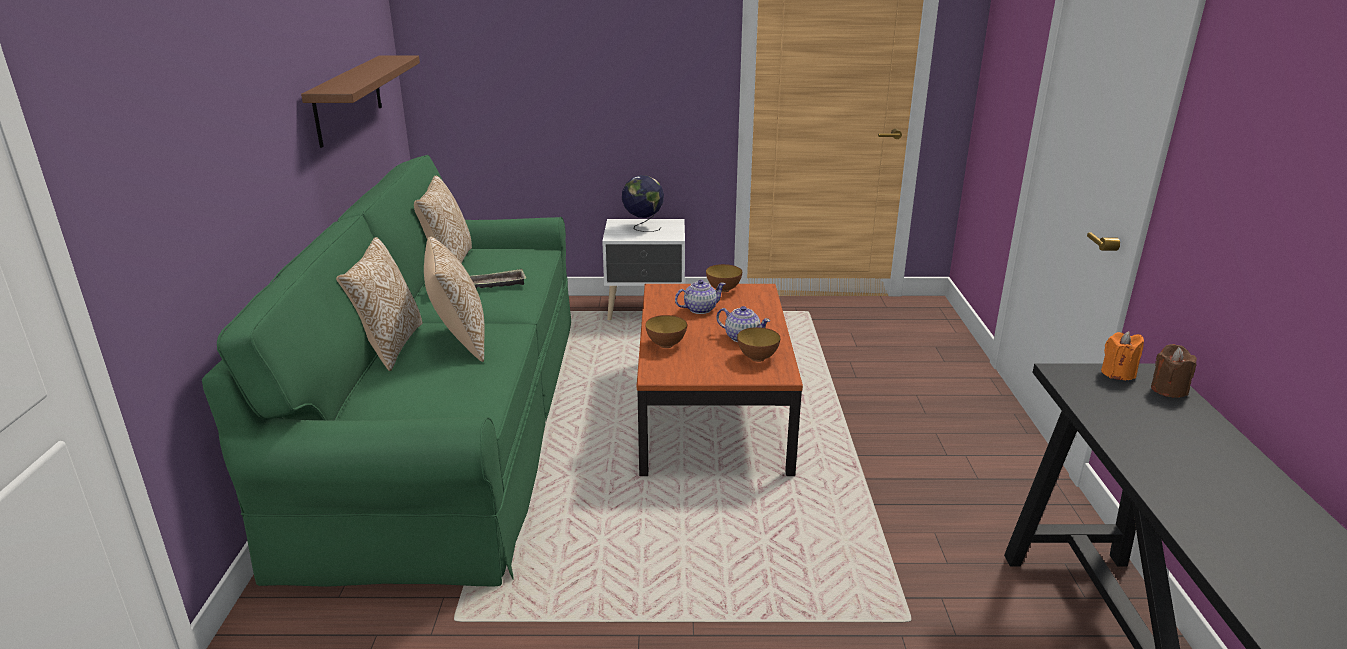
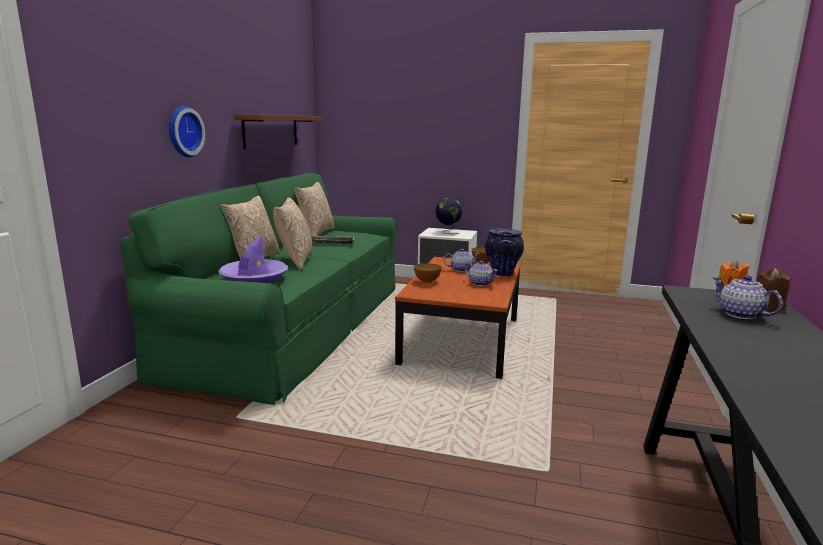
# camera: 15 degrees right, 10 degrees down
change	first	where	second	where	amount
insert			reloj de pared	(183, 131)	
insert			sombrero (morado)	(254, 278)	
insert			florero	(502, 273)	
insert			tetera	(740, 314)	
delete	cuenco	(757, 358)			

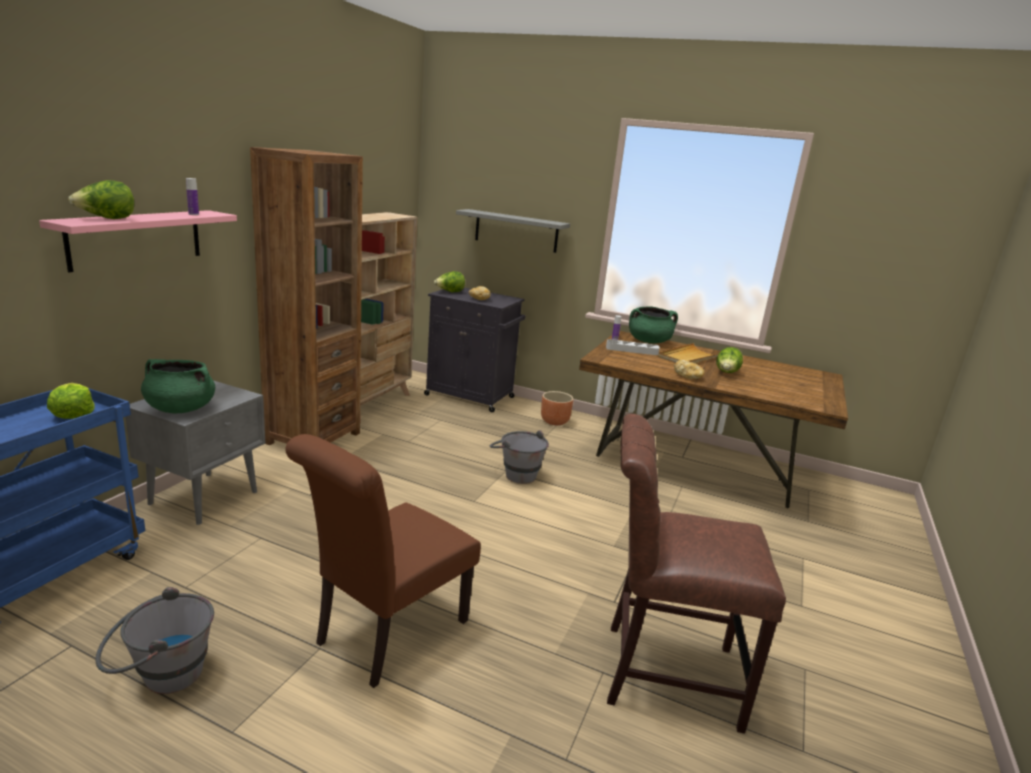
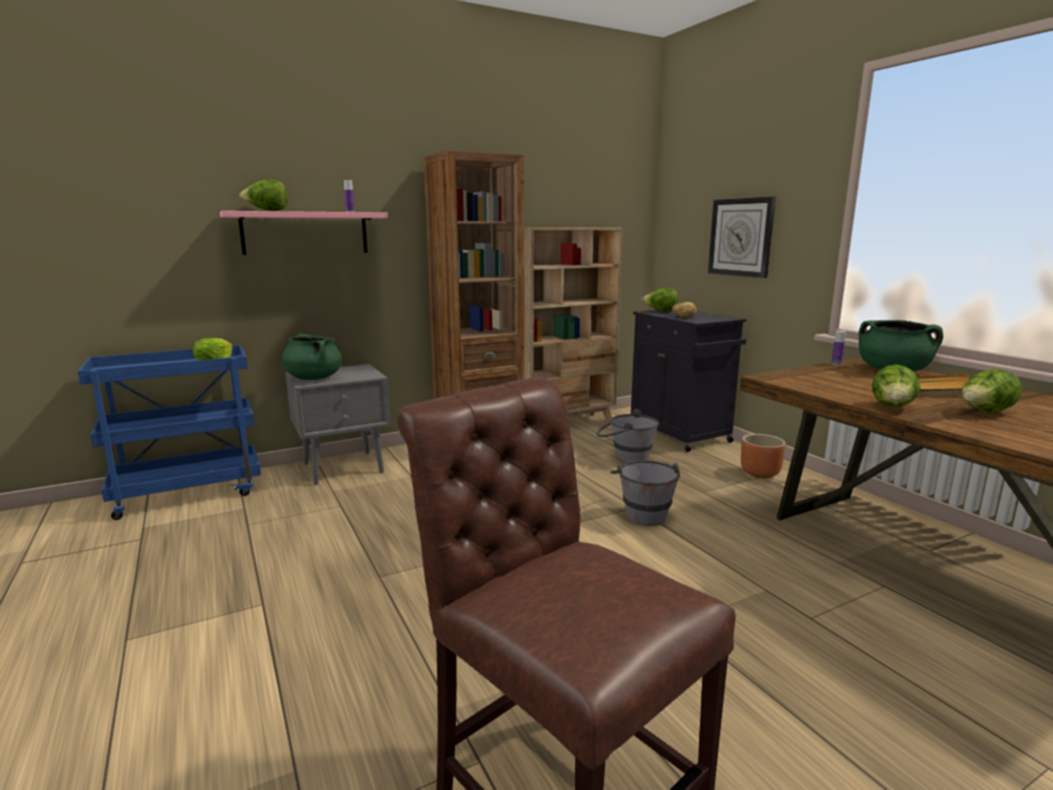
# camera: 40 degrees right, 5 degrees down
change	first	where	second	where	amount
move	cubo (gris)	(160, 676)		(625, 458)	
replace	estante (gris)	(516, 231)	reloj de pared	(741, 237)	
replace	pan	(688, 377)	lechuga	(892, 407)	
delete	silla (marrón)	(385, 635)			
delete	bandeja (gris)	(632, 350)			

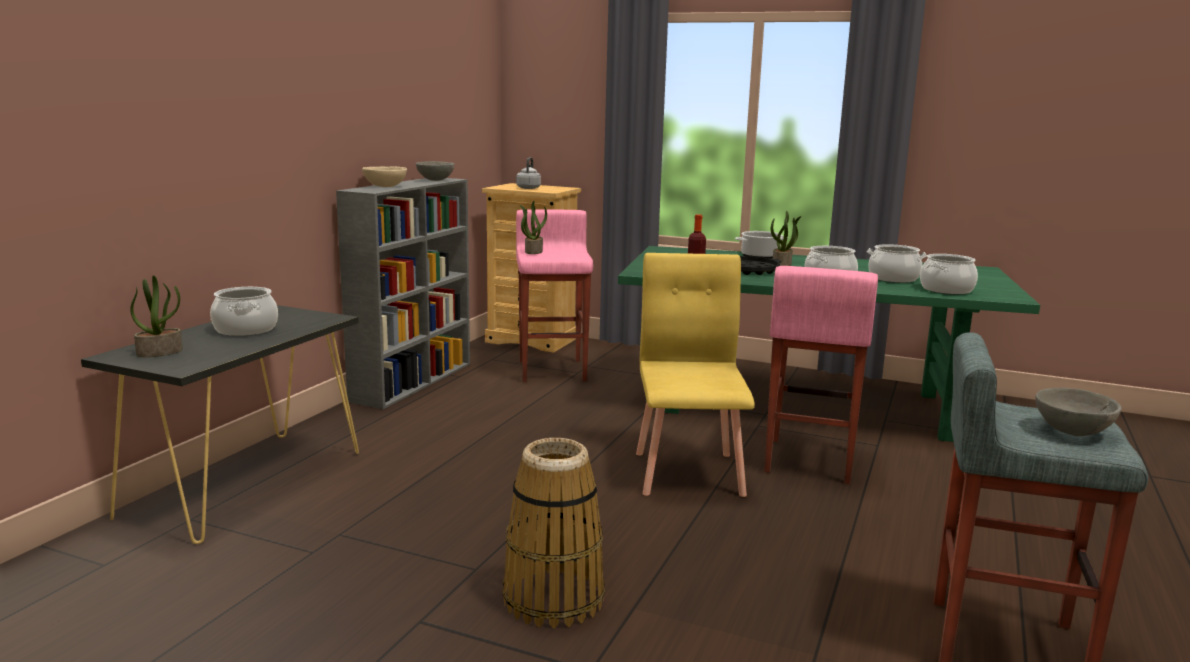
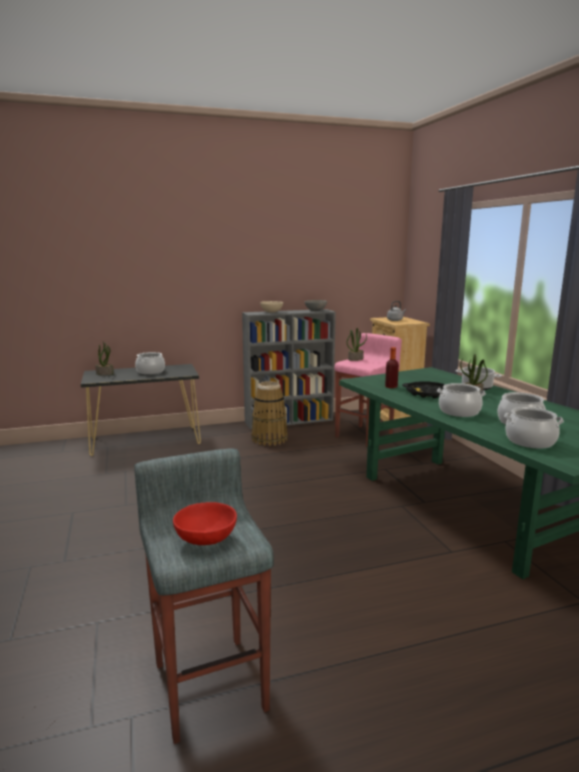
# camera: 50 degrees right, 0 degrees up
change	first	where	second	where	amount
recolor	cuenco (gris)	(1073, 431)	cuenco (rojo)	(207, 539)	
move	cesta	(553, 598)		(269, 439)	
delete	silla (amarillo)	(689, 473)			
delete	taburete (rosa)	(807, 461)			

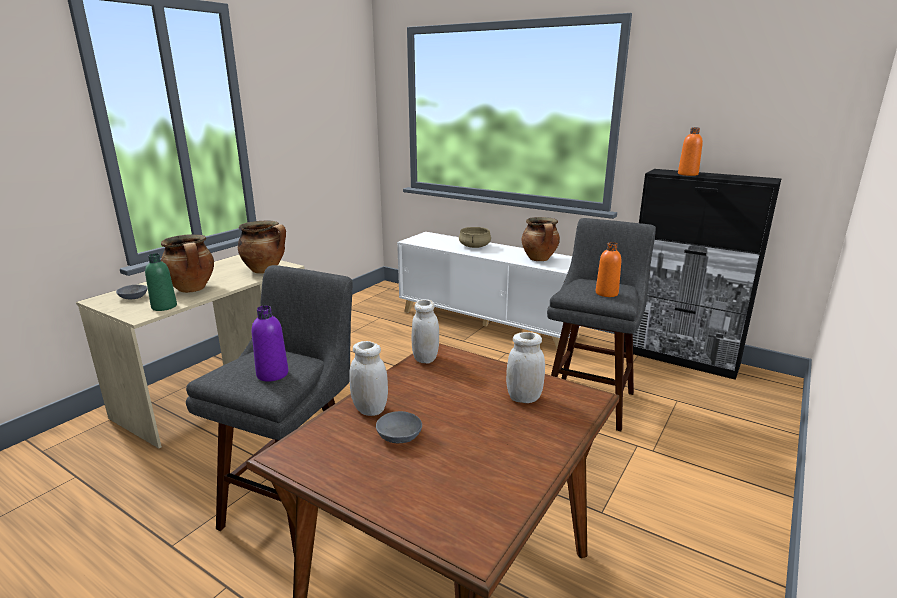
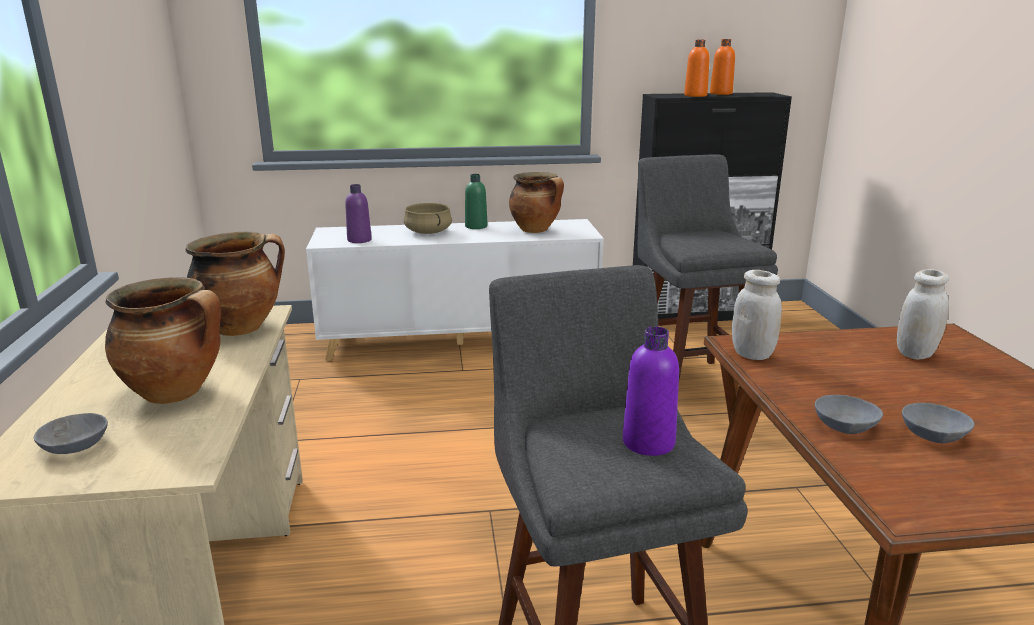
# camera: 40 degrees left, 0 degrees up
change	first	where	second	where	amount
insert			botella (morado)	(359, 240)	
move	botella (verde)	(164, 307)		(476, 226)	
move	botella (naranja)	(606, 293)		(721, 93)	
replace	tarro (blanco)	(370, 409)	cuenco (gris)	(845, 425)	

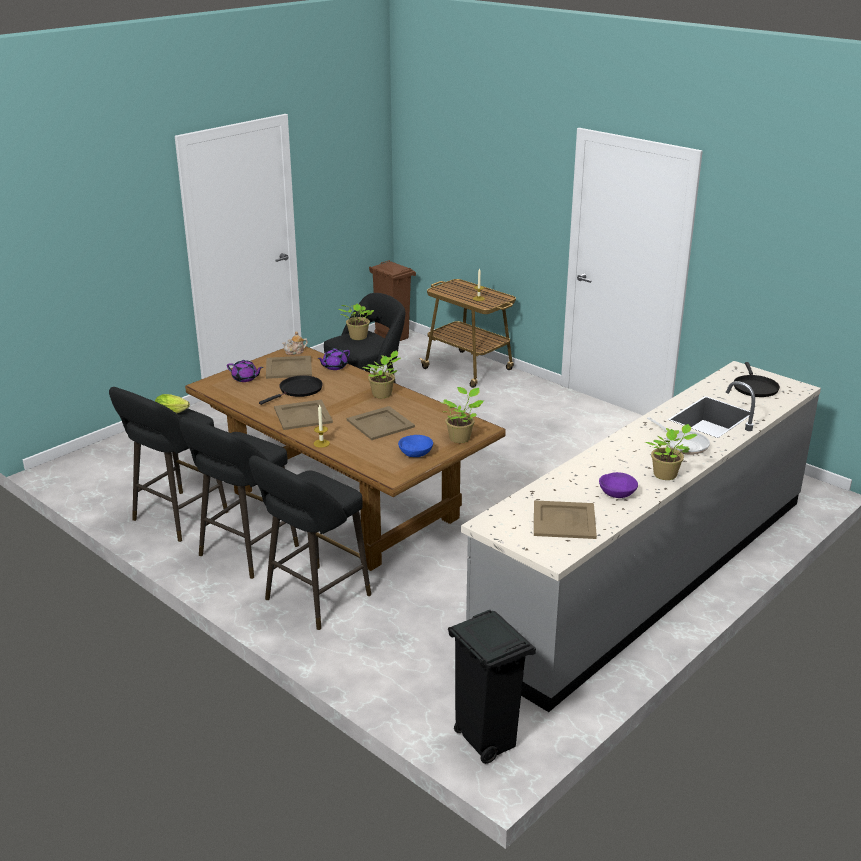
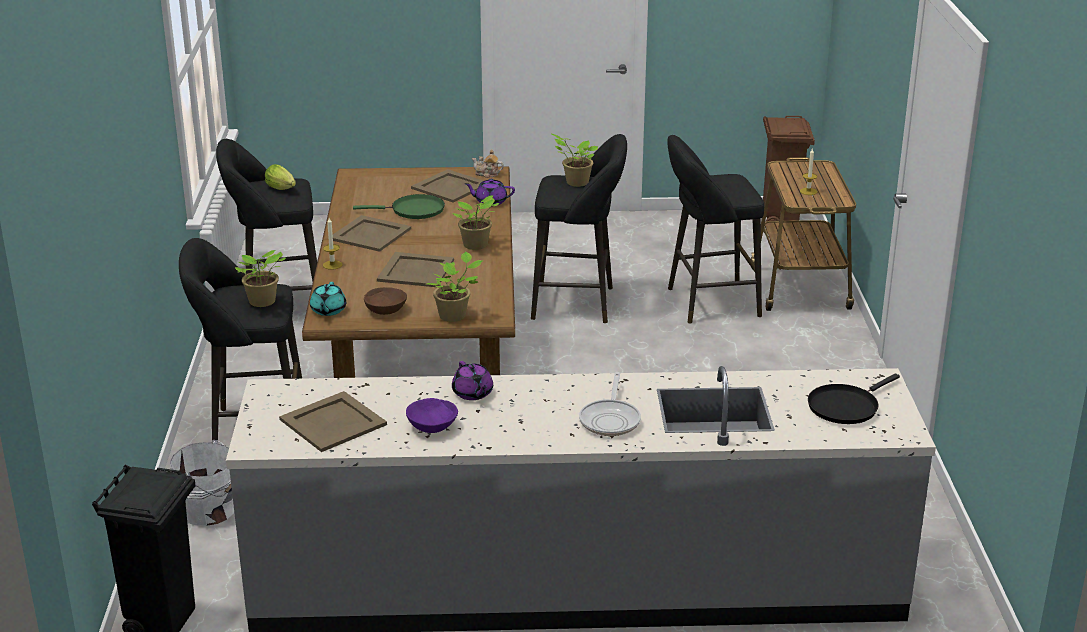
# camera: 45 degrees right, 0 degrees up
change	first	where	second	where	amount
insert			cubo (blanco)	(210, 510)	
move	planta en maceta	(667, 475)		(262, 302)	
insert			tetera (turquesa)	(328, 310)	
recolor	sartén (negro)	(298, 390)	sartén (verde)	(414, 210)	
recolor	cuenco (azul)	(416, 454)	cuenco (marrón)	(385, 311)	
move	tetera (morado)	(245, 378)		(473, 393)	
move	taburete (negro)	(244, 553)		(707, 303)	

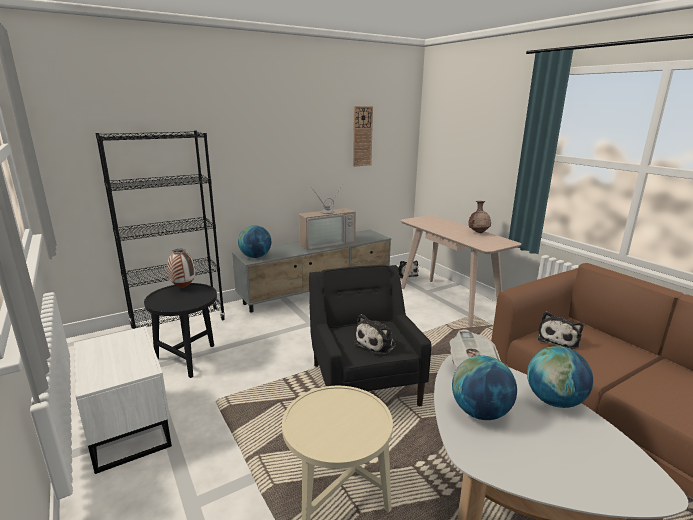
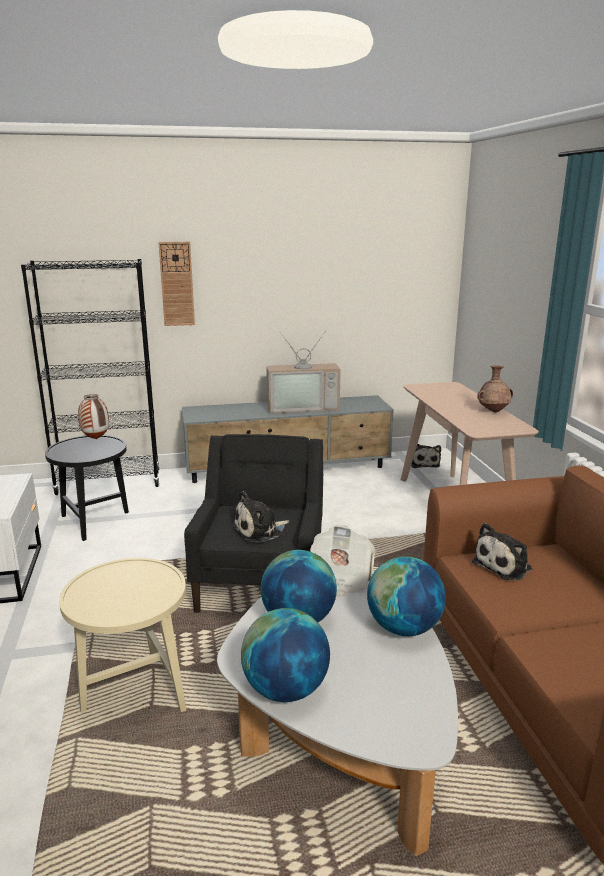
# camera: 20 degrees right, 0 degrees up
change	first	where	second	where	amount
move	reloj de pared	(362, 136)		(177, 284)	
move	globo terráqueo	(255, 257)		(285, 690)	

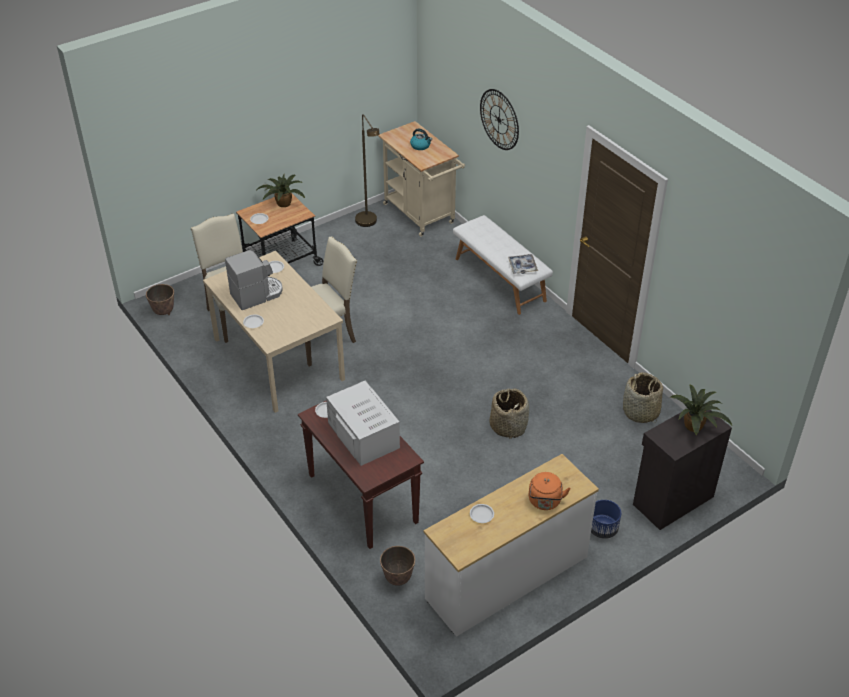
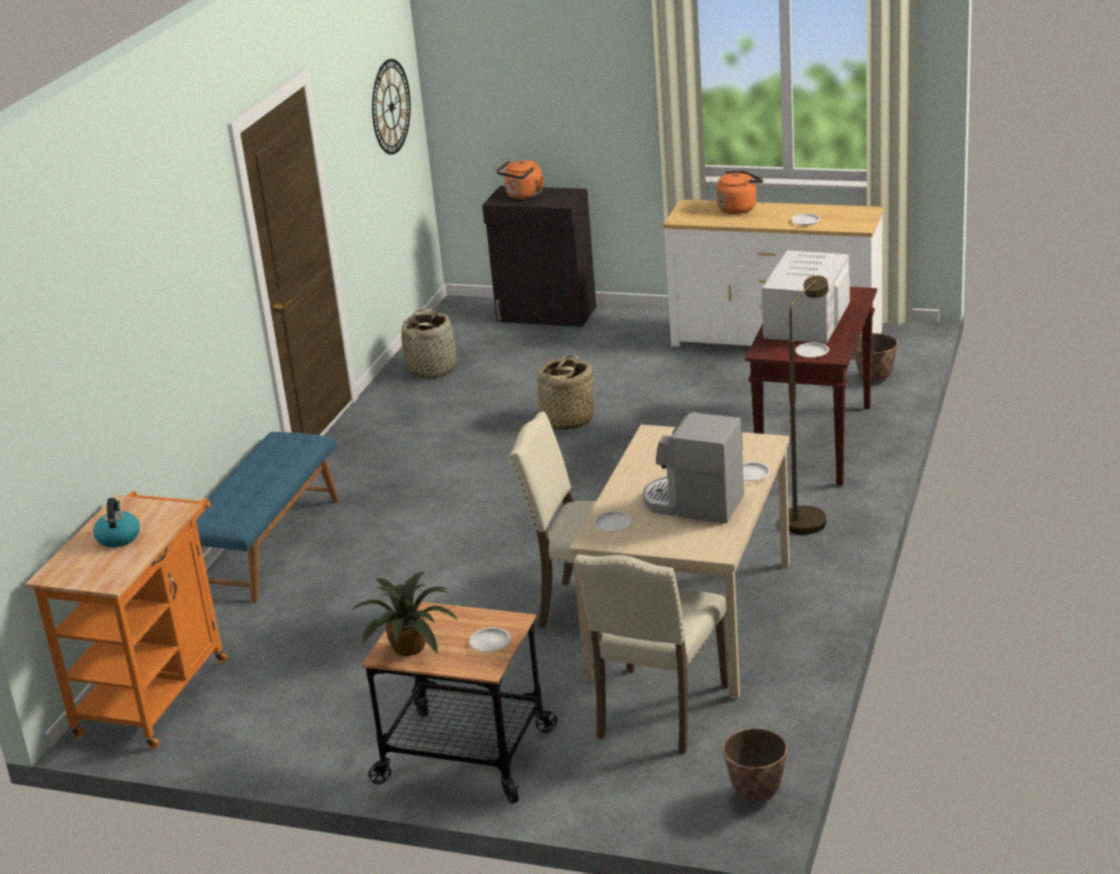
# camera: 125 degrees left, 15 degrees down
change	first	where	second	where	amount
recolor	carrito (beis)	(421, 216)	carrito (naranja)	(156, 690)	
recolor	banco (blanco)	(500, 279)	banco (azul)	(269, 545)	
move	reloj de pared	(499, 119)		(391, 106)	
replace	planta en maceta	(695, 425)	hervidor (naranja)	(523, 196)	
move	lámpara de pie (marrón)	(369, 223)		(807, 516)	
delete	bandeja	(522, 266)			
delete	maceta (azul)	(603, 529)			

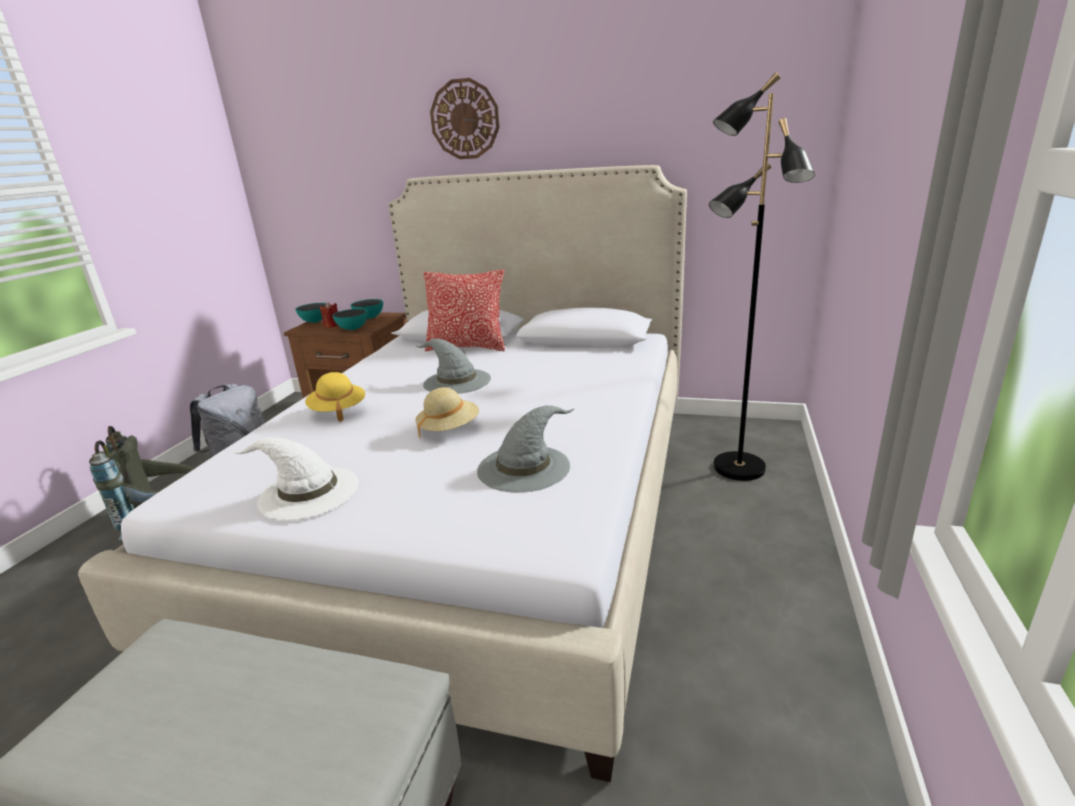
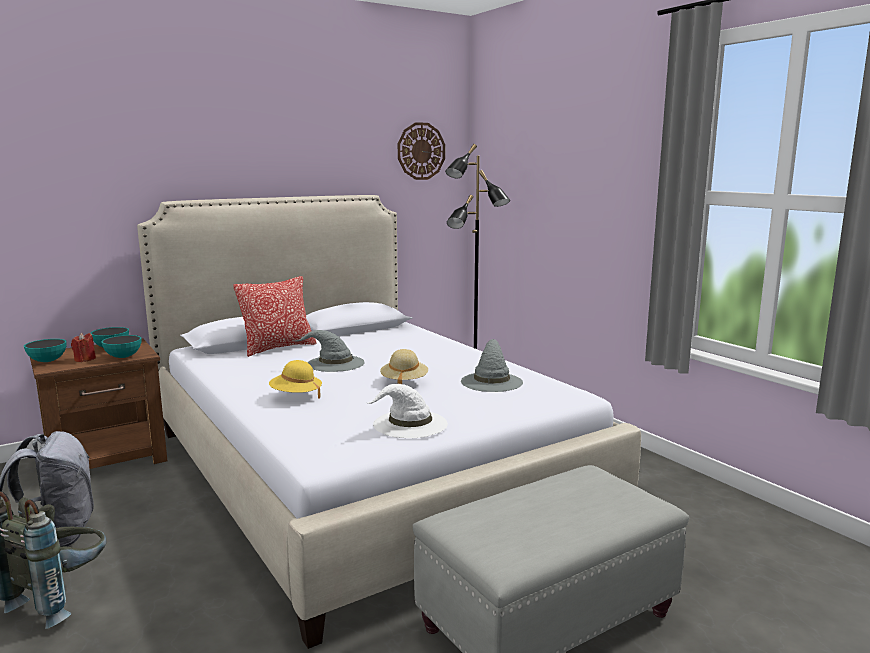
# camera: 50 degrees left, 10 degrees down
change	first	where	second	where	amount
move	reloj de pared	(465, 119)		(421, 151)	

